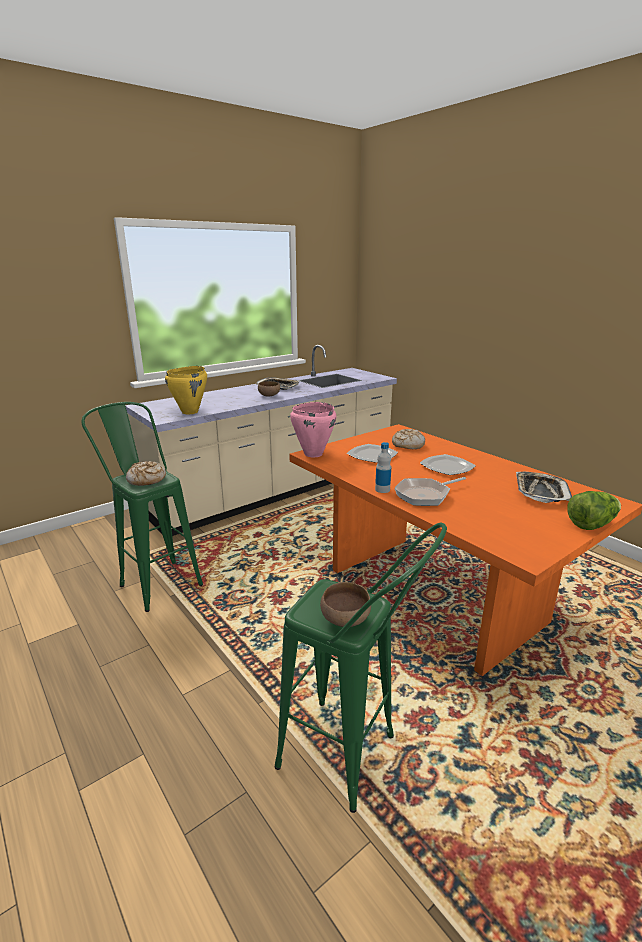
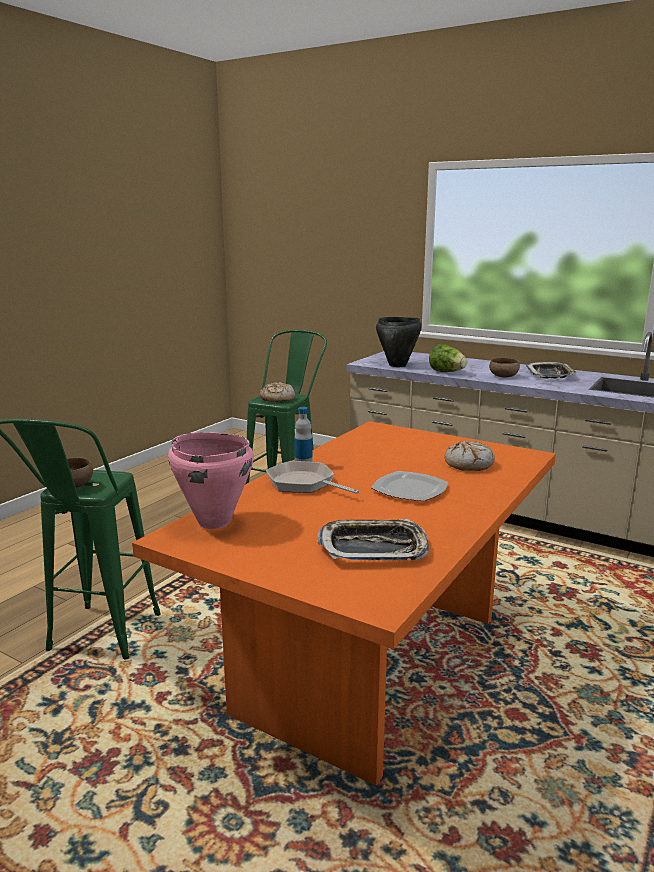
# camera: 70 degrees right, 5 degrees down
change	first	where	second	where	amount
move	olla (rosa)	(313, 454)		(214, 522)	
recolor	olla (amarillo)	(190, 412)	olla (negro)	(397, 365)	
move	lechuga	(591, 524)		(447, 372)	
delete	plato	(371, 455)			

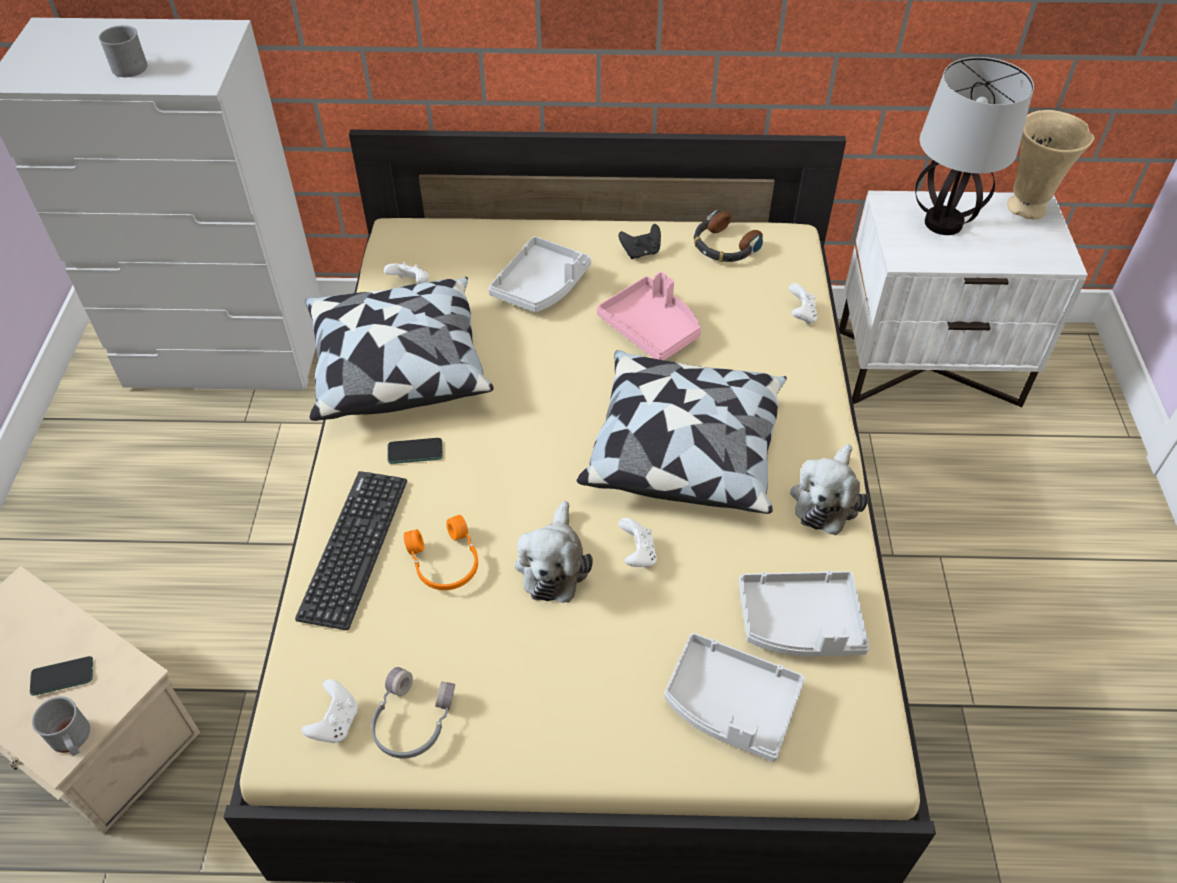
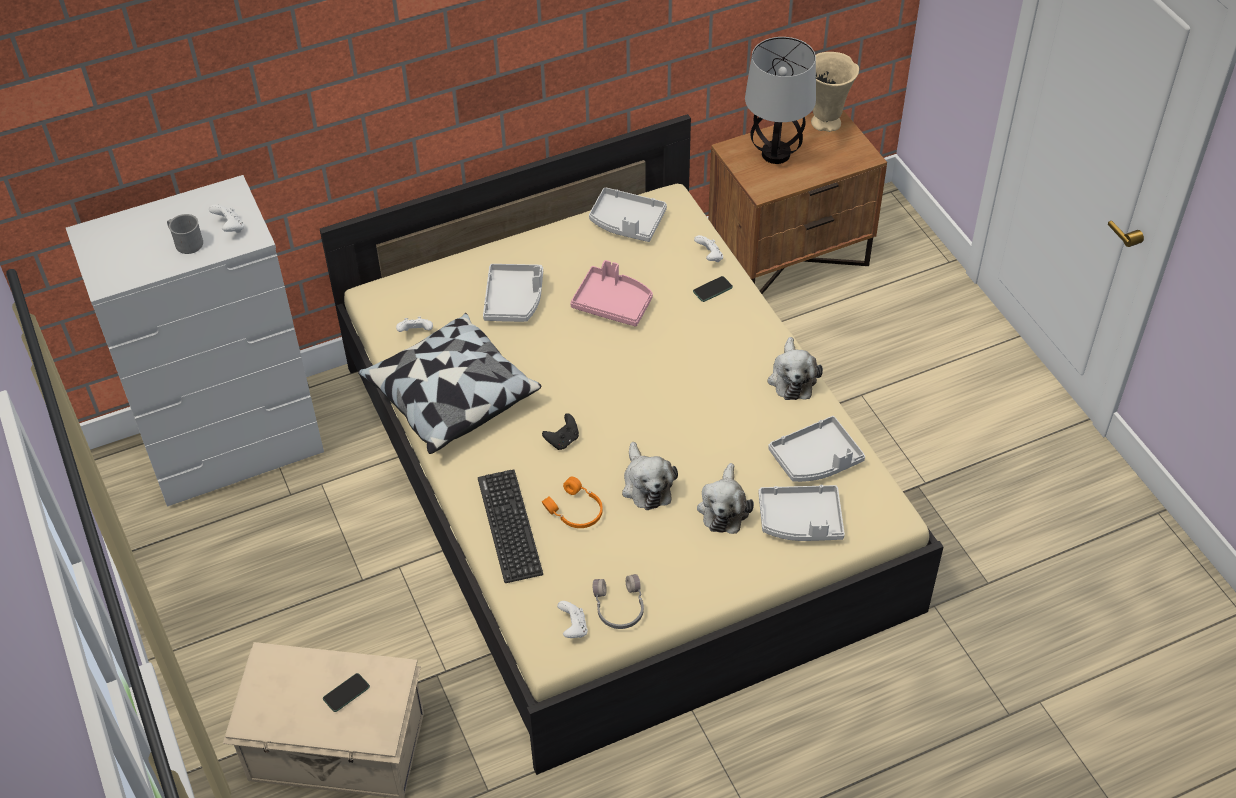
# camera: 25 degrees left, 0 degrees up
change	first	where	second	where	amount
move	mando de consola (blanco)	(637, 554)		(230, 228)	
move	mando de consola (negro)	(641, 252)		(563, 440)	
replace	auriculares	(724, 246)	bandeja (gris)	(627, 222)	
move	móvil	(415, 451)		(712, 289)	
insert			peluche	(724, 508)	
recolor	mesita de noche (blanco)	(928, 366)	mesita de noche (marrón)	(789, 258)	
delete	taza grande (gris)	(72, 739)			
delete	cojín	(683, 449)			

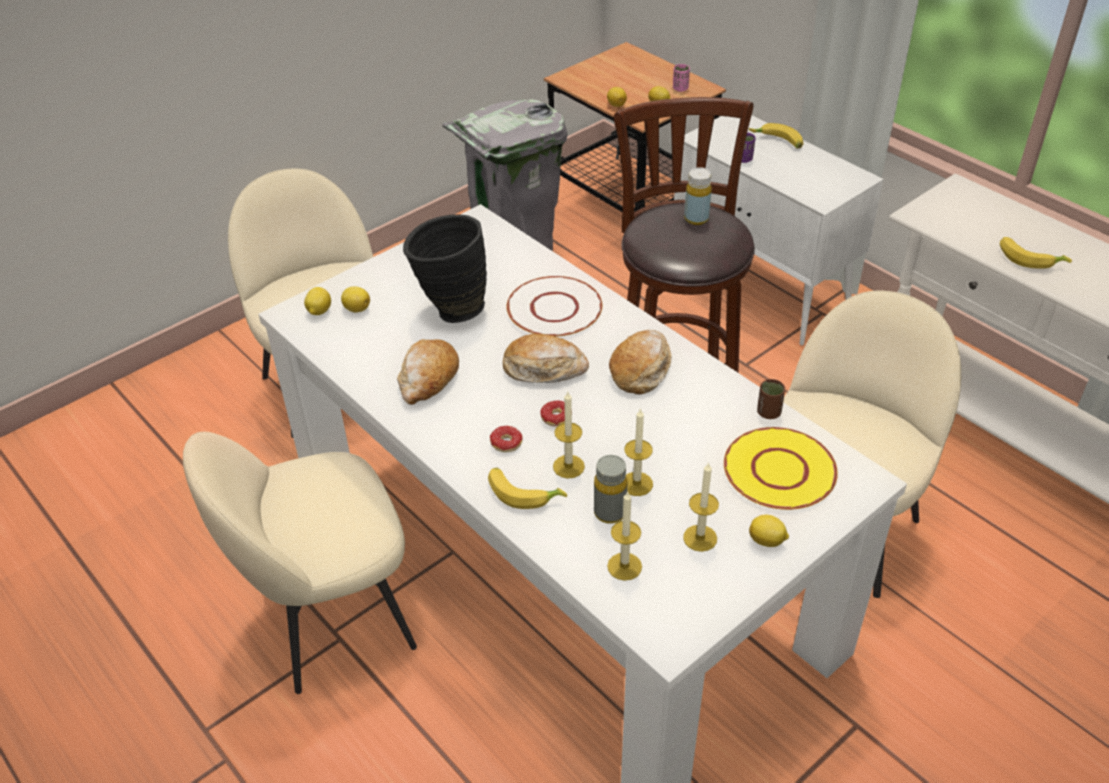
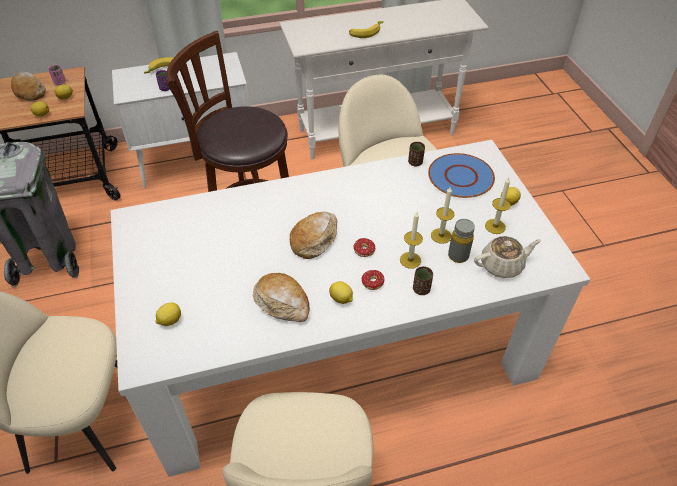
# camera: 65 degrees left, 5 degrees up
change	first	where	second	where	amount
move	pan	(641, 369)		(29, 91)	
move	limón	(319, 311)		(341, 299)	
replace	plátano	(524, 492)	taza (marrón)	(421, 289)	
recolor	plato (amarillo)	(778, 470)	plato (azul)	(460, 177)	
replace	vela	(624, 566)	tetera (beis)	(502, 265)	
delete	florero (negro)	(450, 310)			
delete	plato (blanco)	(555, 308)			
delete	botella (amarillo)	(696, 219)			

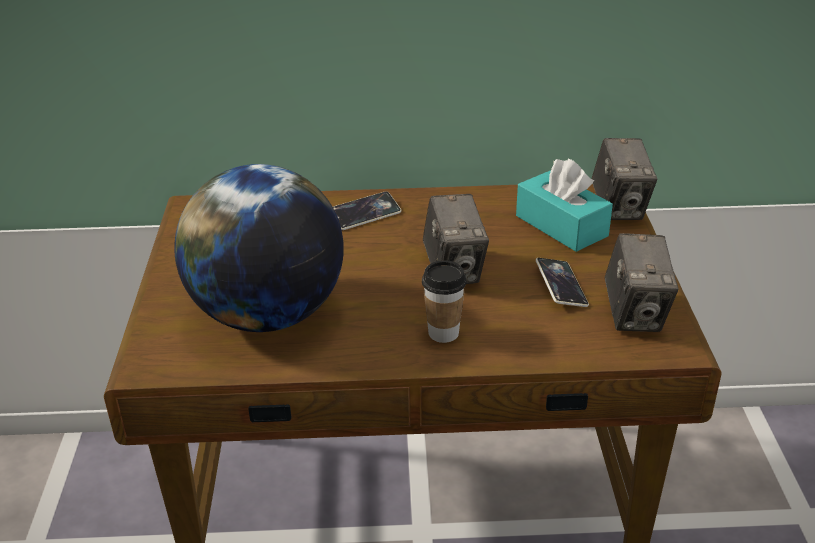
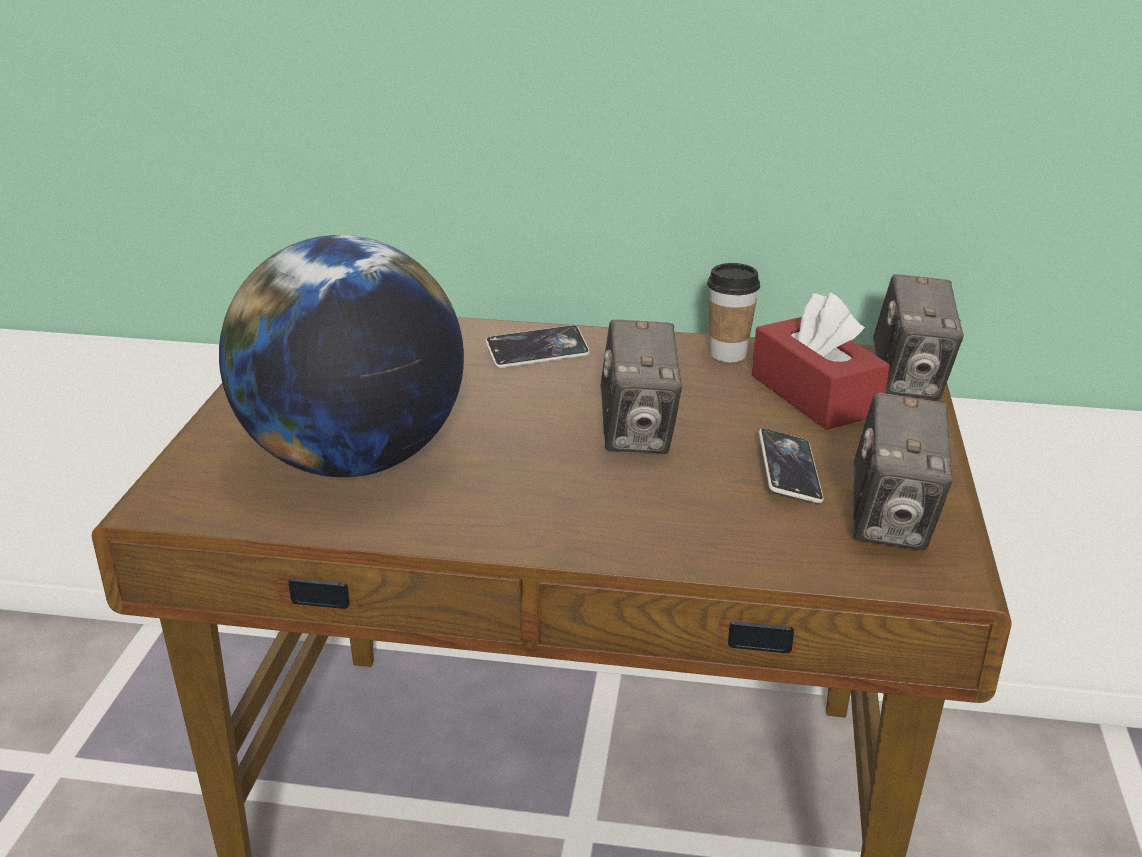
# camera: 10 degrees right, 5 degrees down
change	first	where	second	where	amount
move	taza	(443, 333)		(728, 354)	
recolor	caja de pañuelos (turquesa)	(561, 226)	caja de pañuelos (rojo)	(814, 395)	

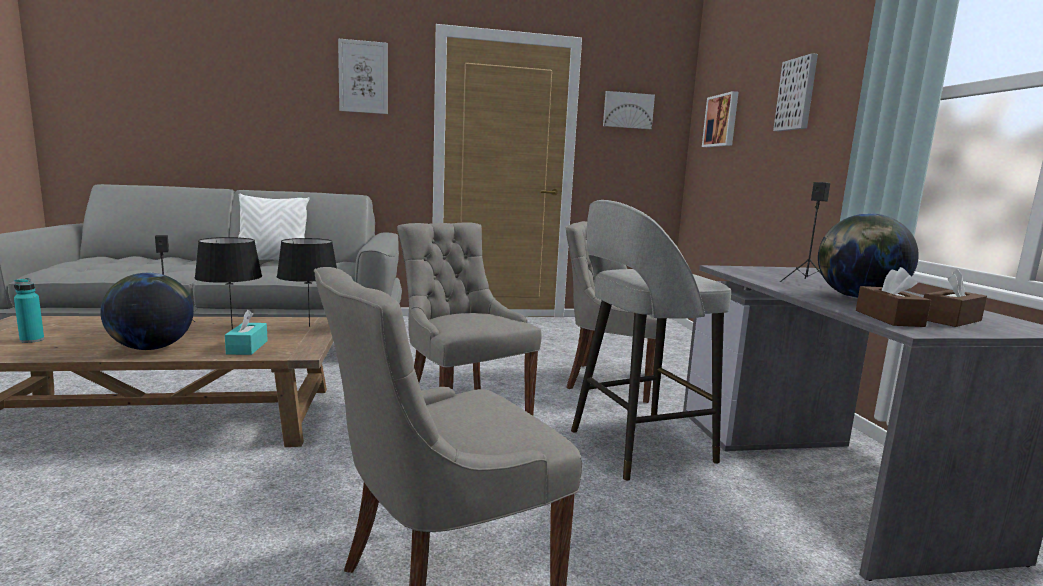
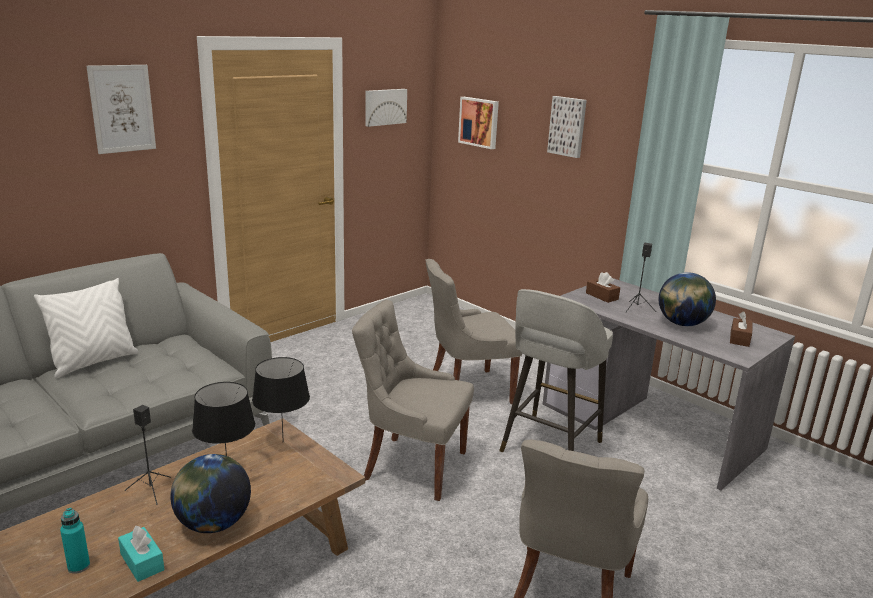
# camera: 35 degrees left, 10 degrees up
change	first	where	second	where	amount
move	caja de pañuelos (turquesa)	(247, 347)		(142, 562)	
move	caja de pañuelos (marrón)	(888, 318)		(602, 296)	

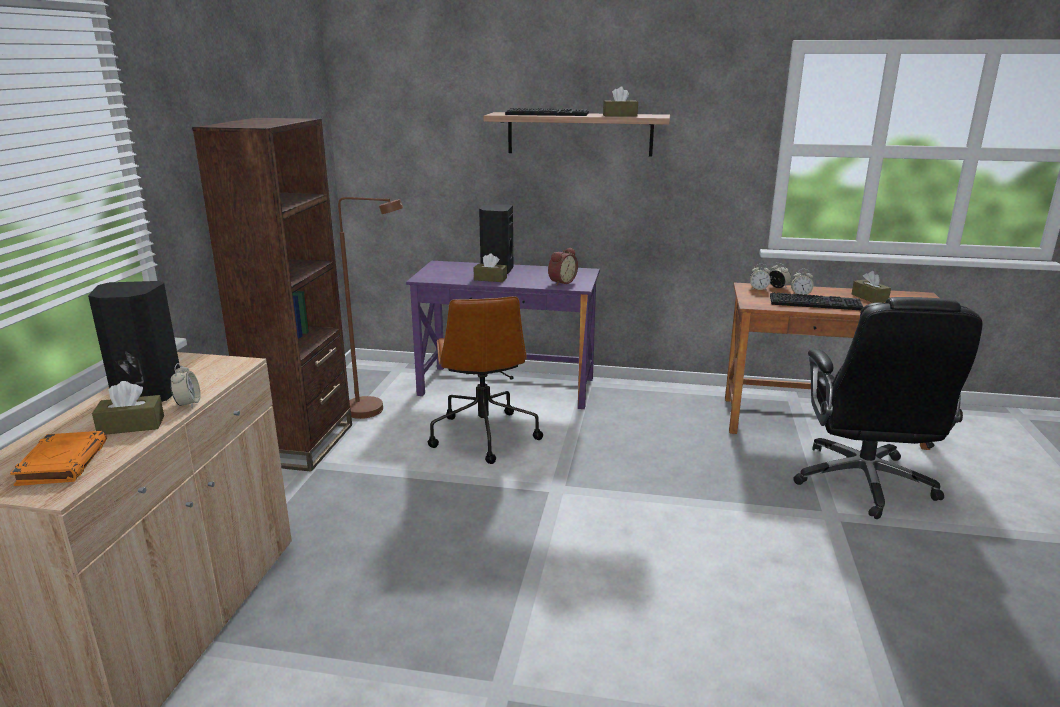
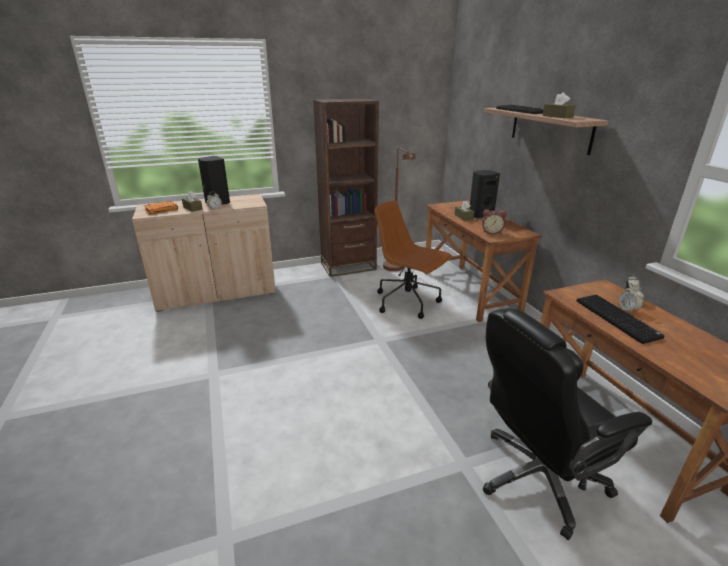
# camera: 60 degrees right, 5 degrees up
change	first	where	second	where	amount
rotate	silla de oficina (marrón)	(483, 435)		(408, 302)	75 degrees clockwise
recolor	escritorio (morado)	(507, 386)	escritorio (marrón)	(469, 291)	
delete	despertador	(758, 289)			
delete	caja de pañuelos (marrón)	(869, 298)			

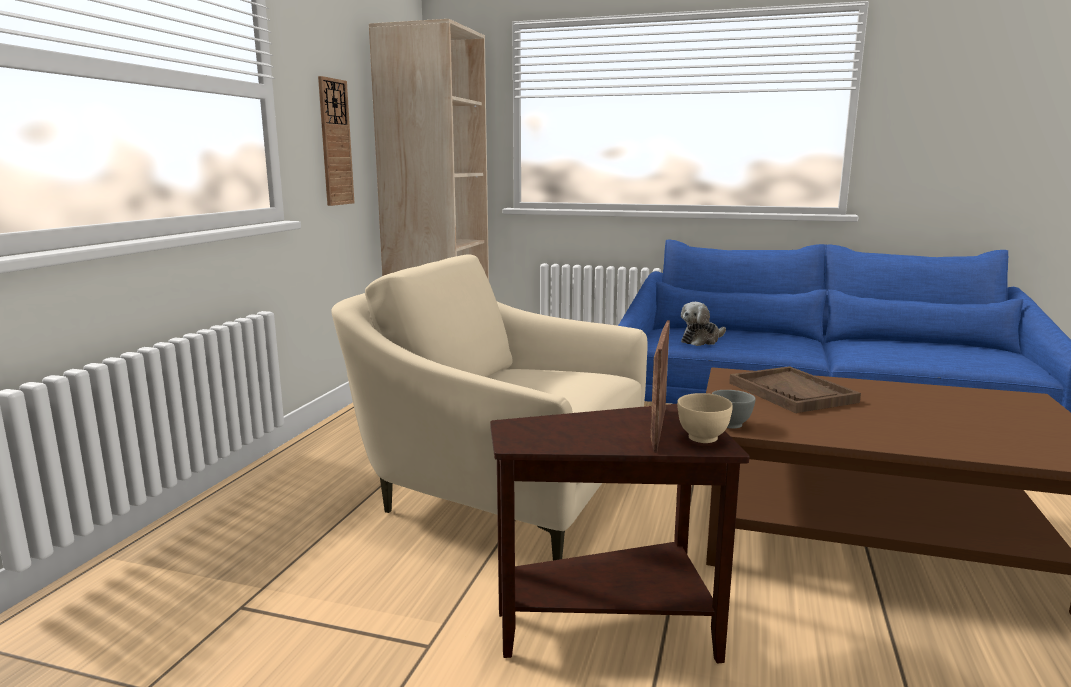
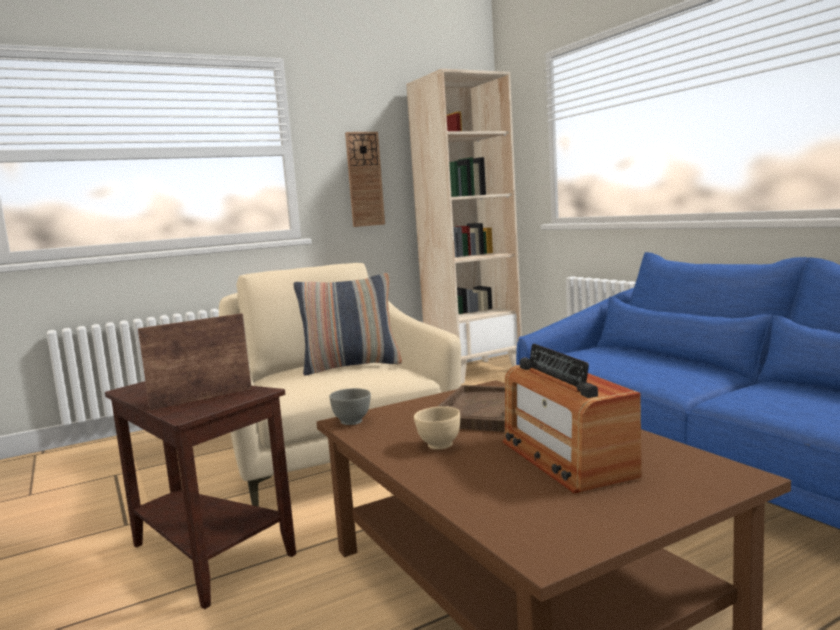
# camera: 45 degrees right, 5 degrees down
change	first	where	second	where	amount
insert			cojín	(351, 366)	
move	cuenco (beis)	(702, 438)		(439, 445)	
insert			radio	(566, 458)	
delete	peluche	(701, 340)			

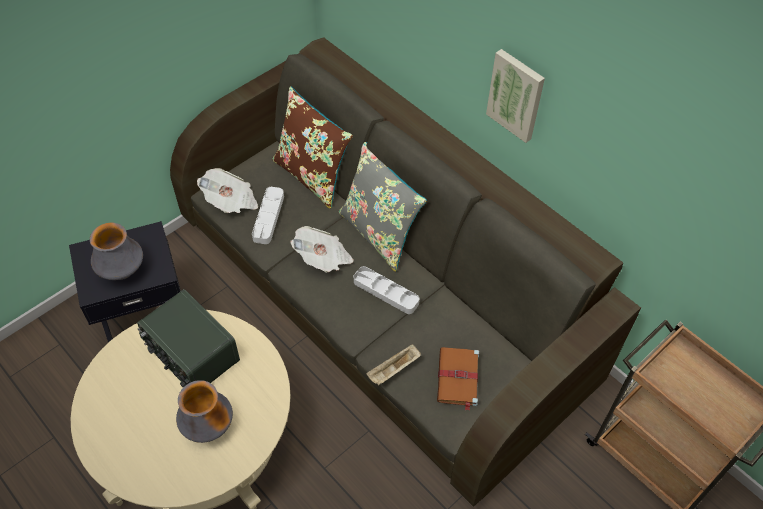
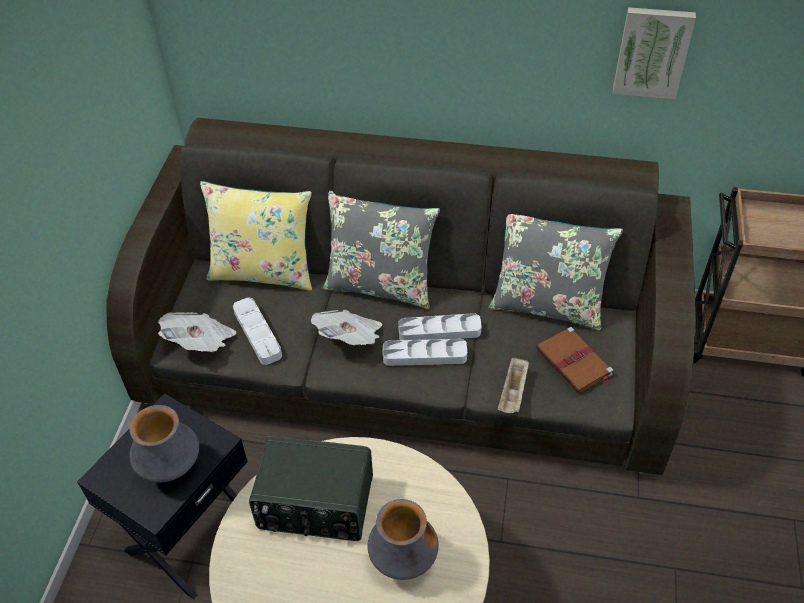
# camera: 35 degrees left, 5 degrees down
change	first	where	second	where	amount
recolor	cojín (marrón)	(312, 176)	cojín (amarillo)	(264, 271)	
insert			bandeja (gris)	(424, 355)	
insert			cojín (gris)	(547, 305)	
move	cuadro	(516, 95)		(652, 52)	

